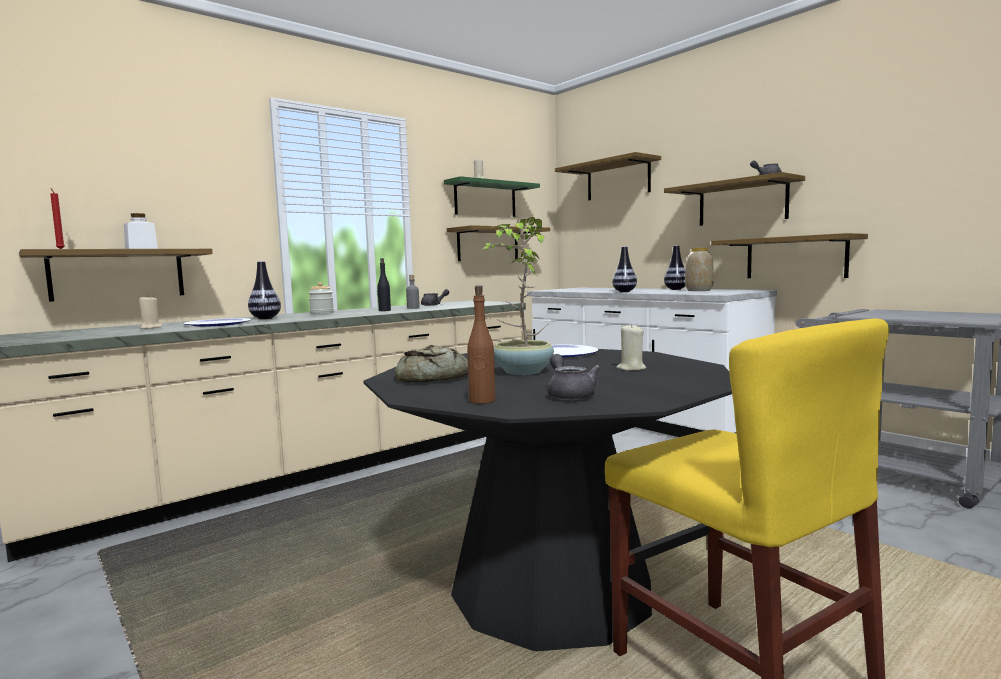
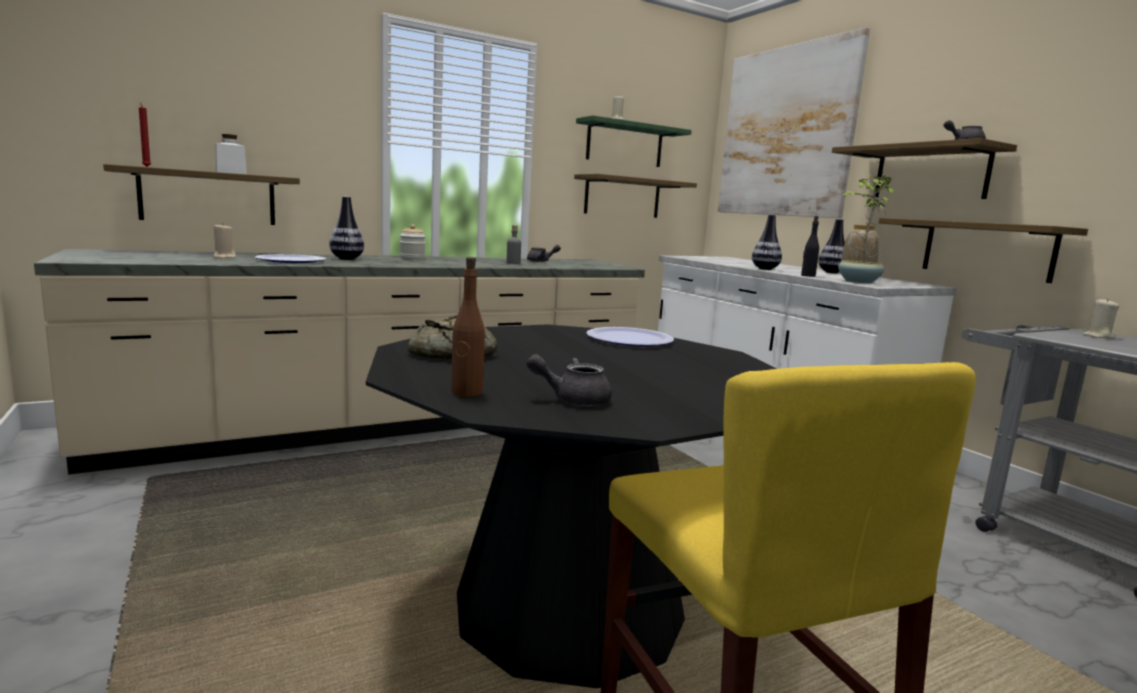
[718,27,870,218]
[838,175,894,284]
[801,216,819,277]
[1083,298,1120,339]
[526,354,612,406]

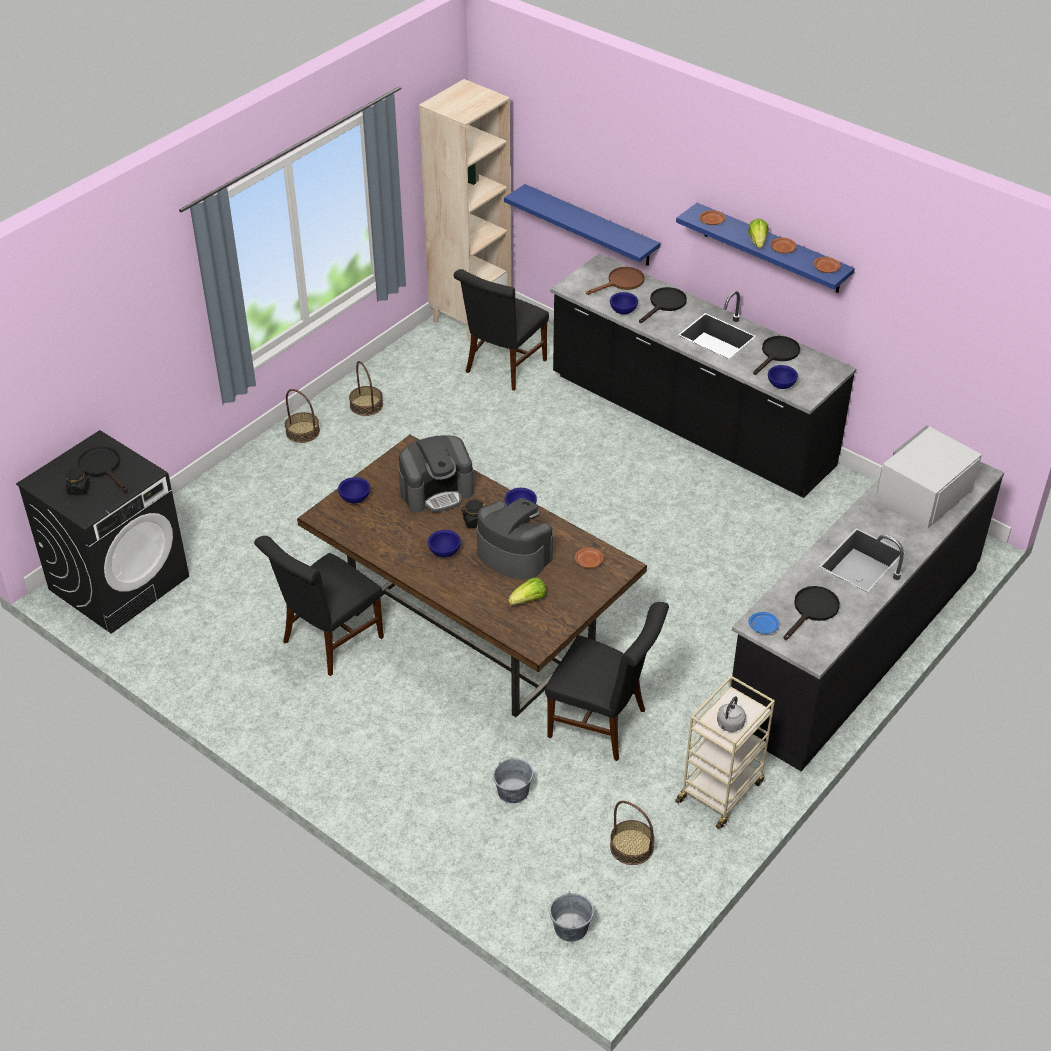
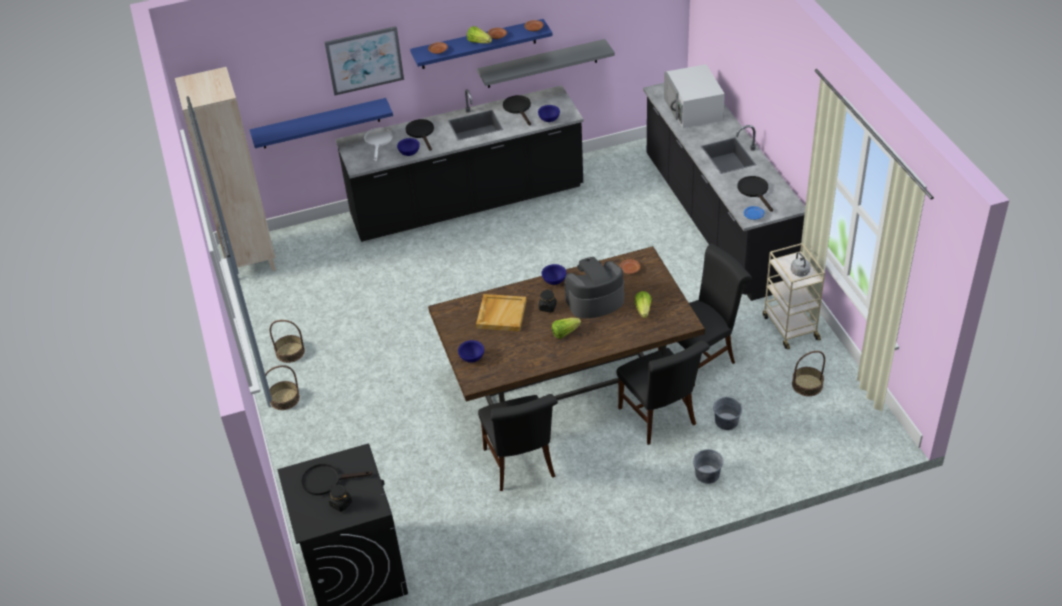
[364,128,392,162]
[617,341,710,445]
[476,294,526,331]
[552,318,581,339]
[693,449,723,484]
[324,26,404,96]
[477,39,615,88]

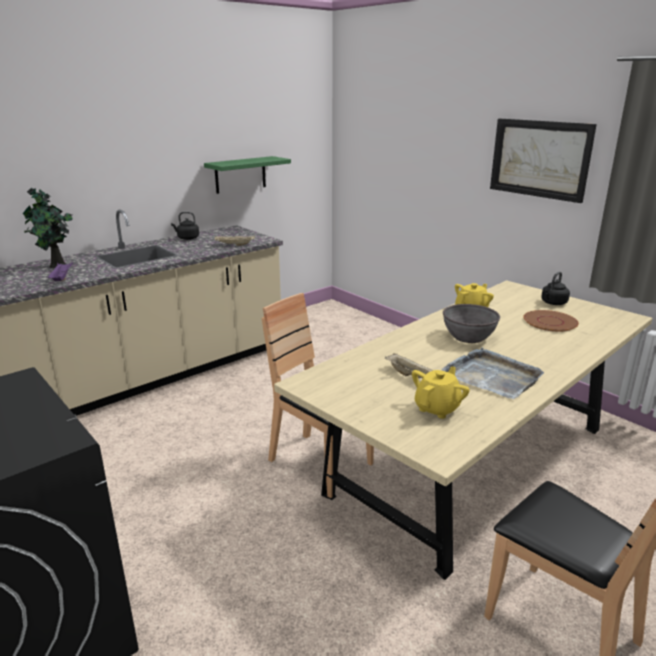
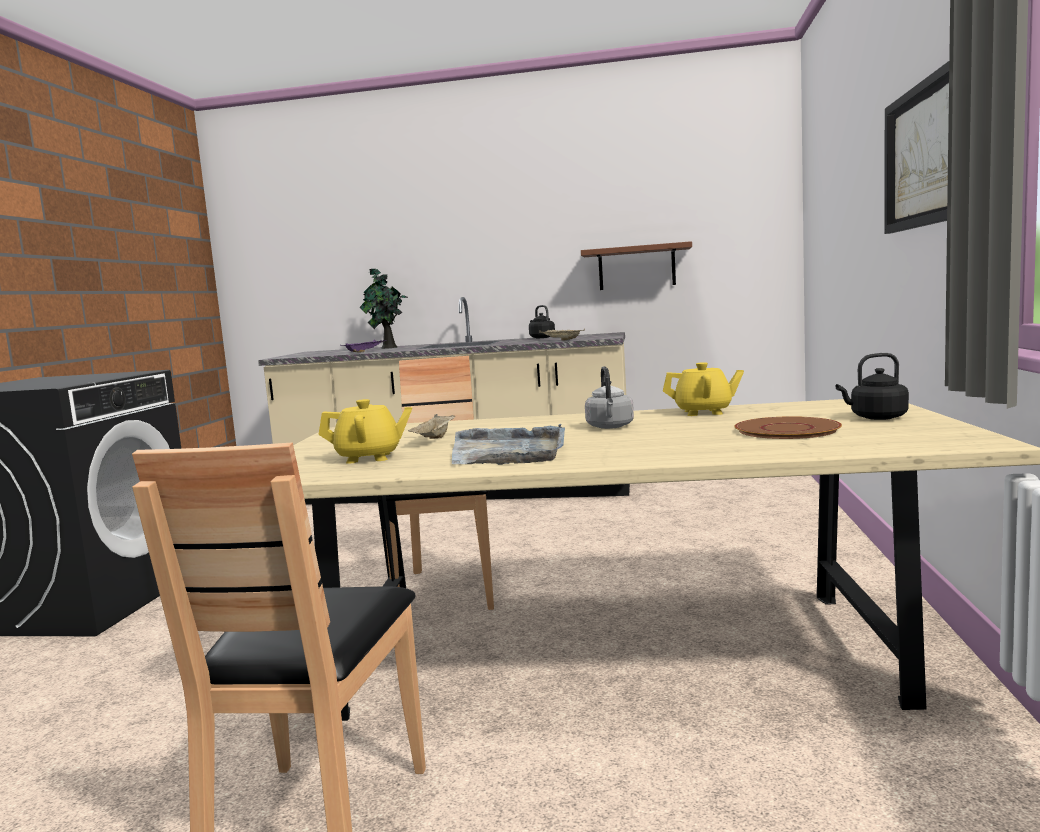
[581,241,692,290]
[585,366,634,429]

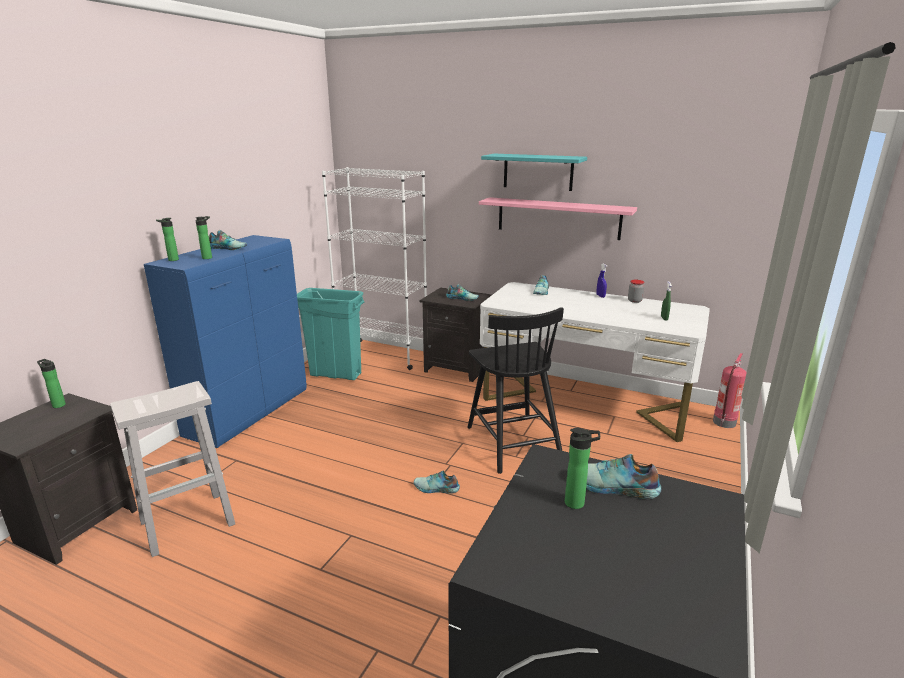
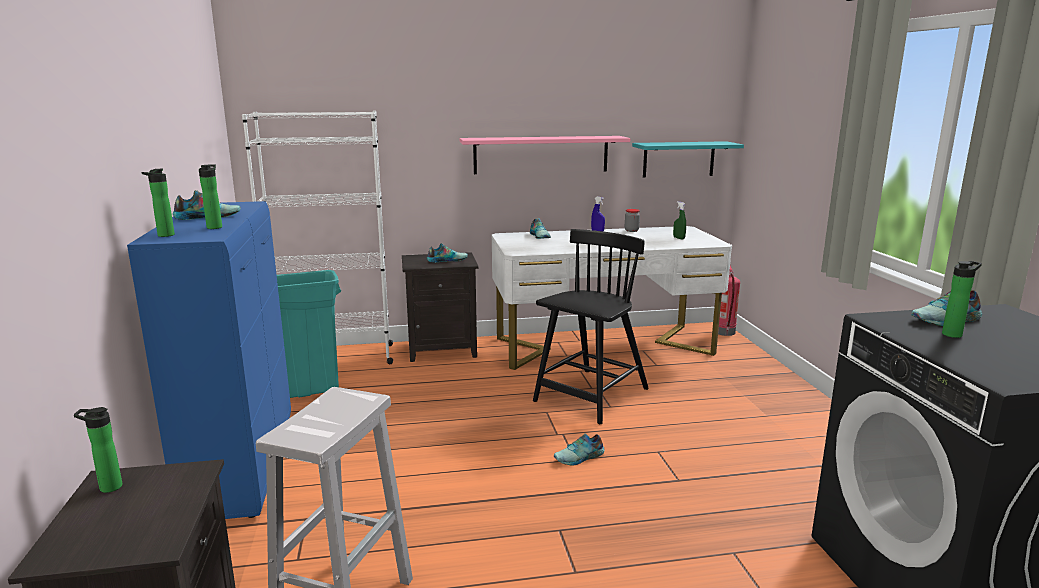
[632,141,744,178]
[533,229,649,424]

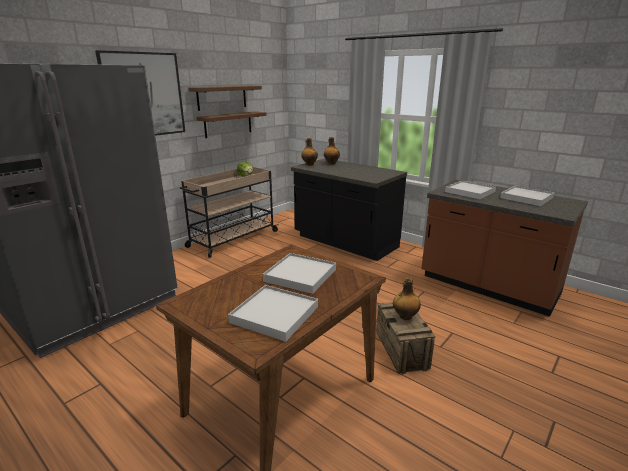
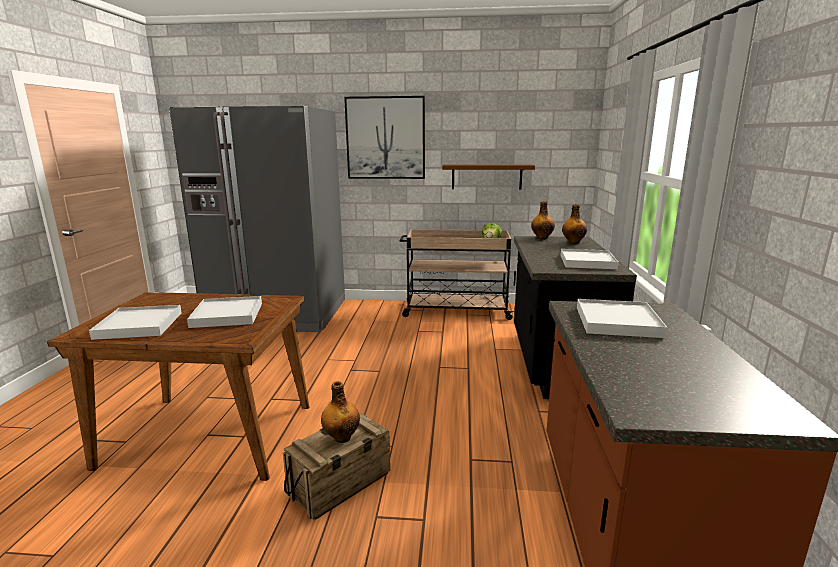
[188,86,262,111] (first image)
[560,249,619,269]

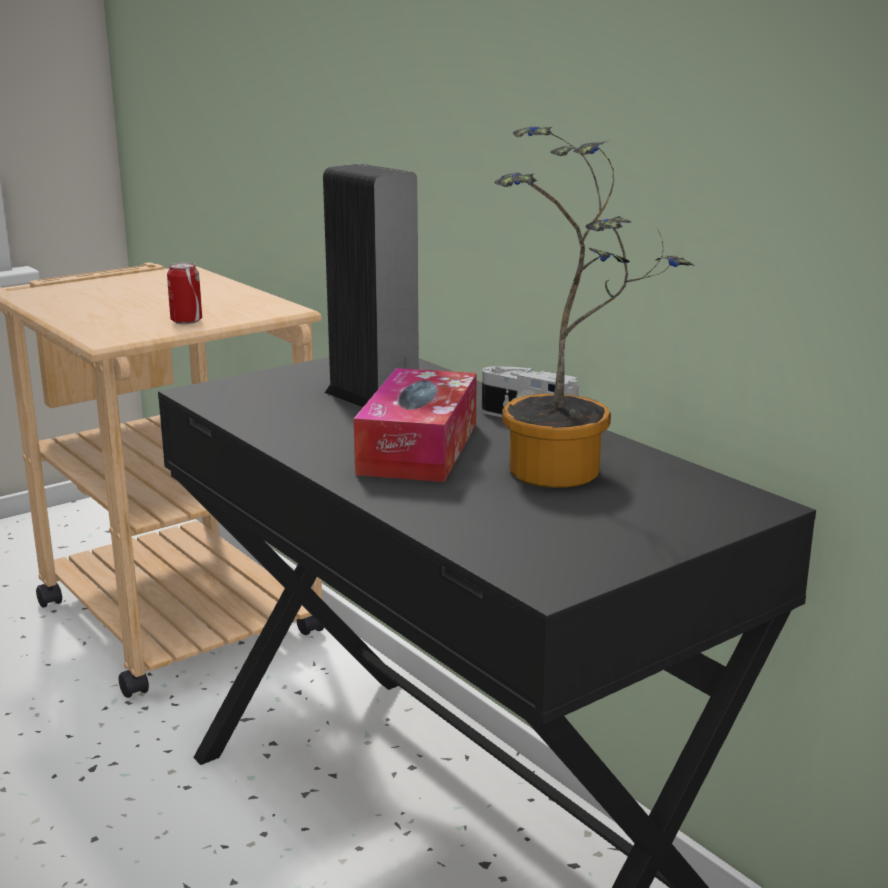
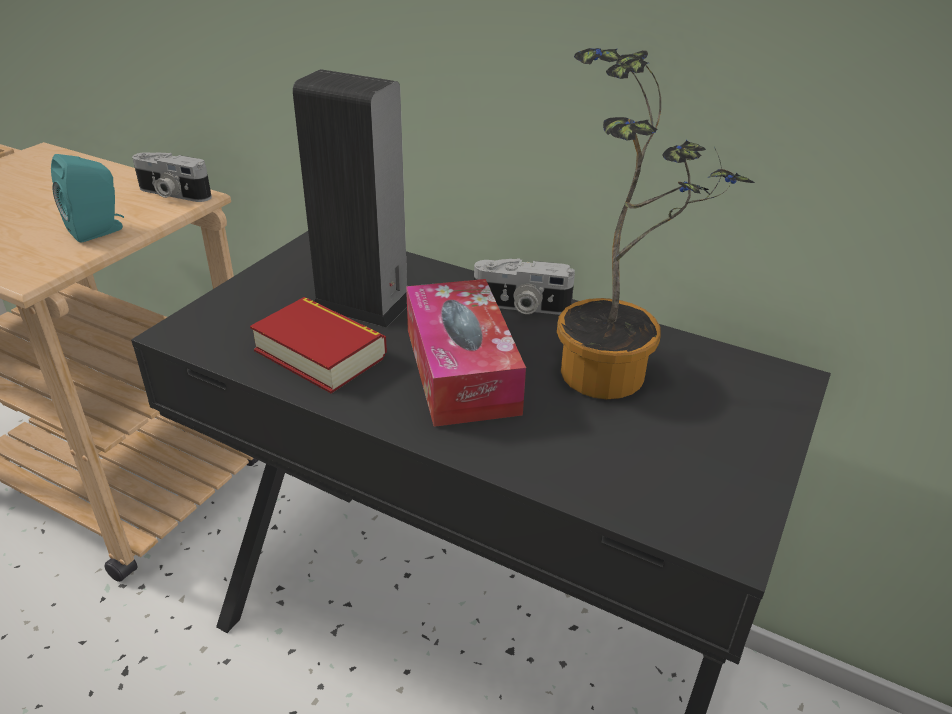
[51,154,124,243]
[132,152,212,202]
[250,297,387,393]

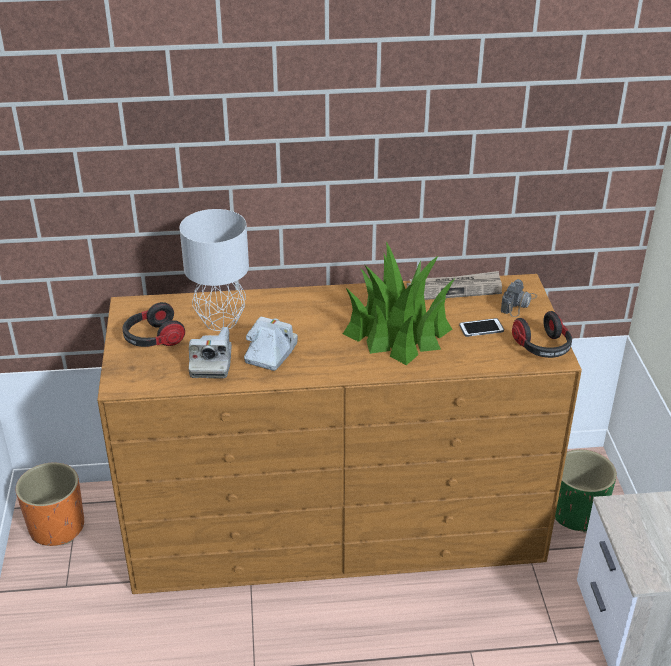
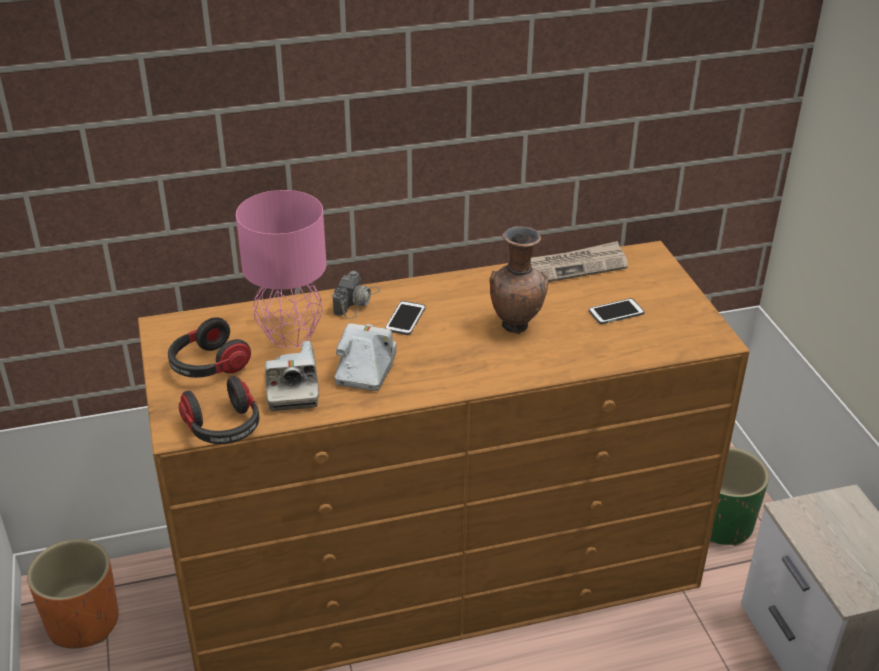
[236,190,326,348]
[490,226,549,334]
[333,271,380,319]
[179,376,259,444]
[385,301,425,335]

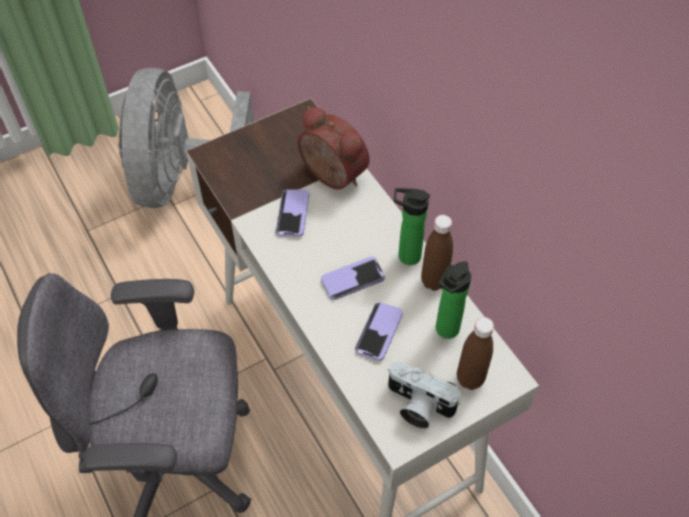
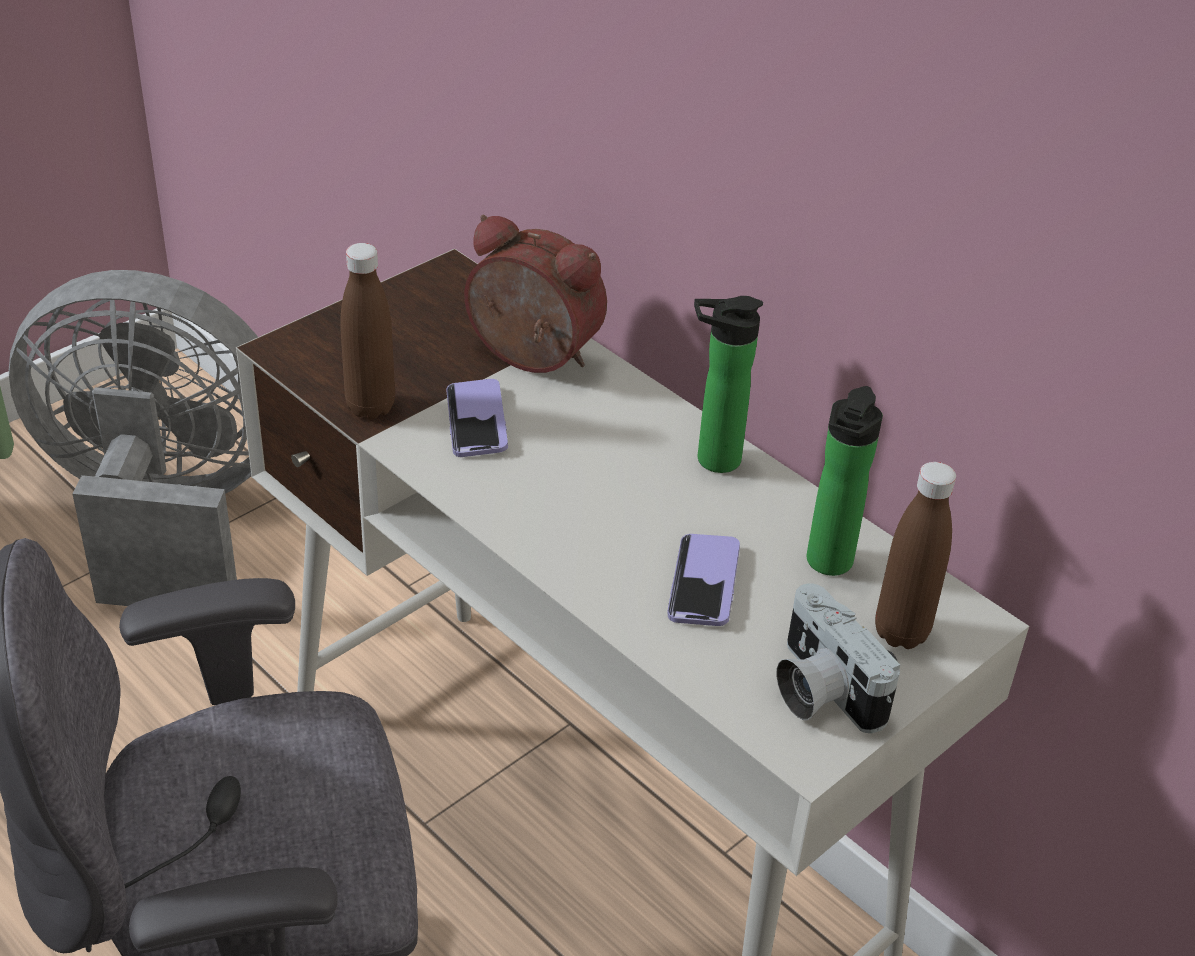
[9,270,258,606]
[340,243,395,419]
[321,257,385,300] (first image)
[776,583,900,733]

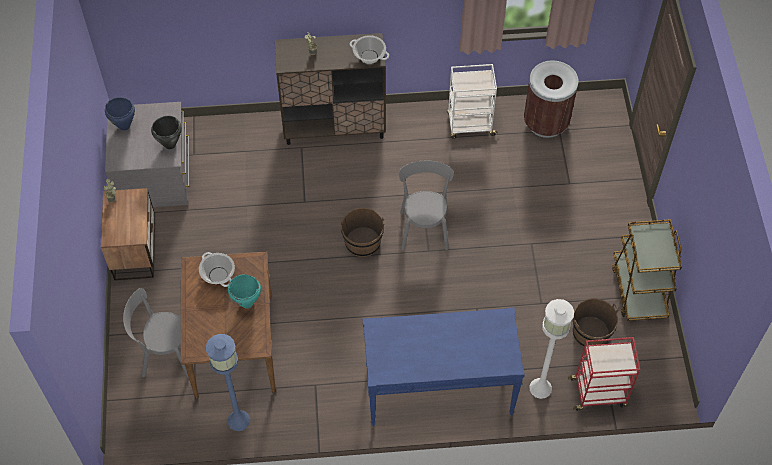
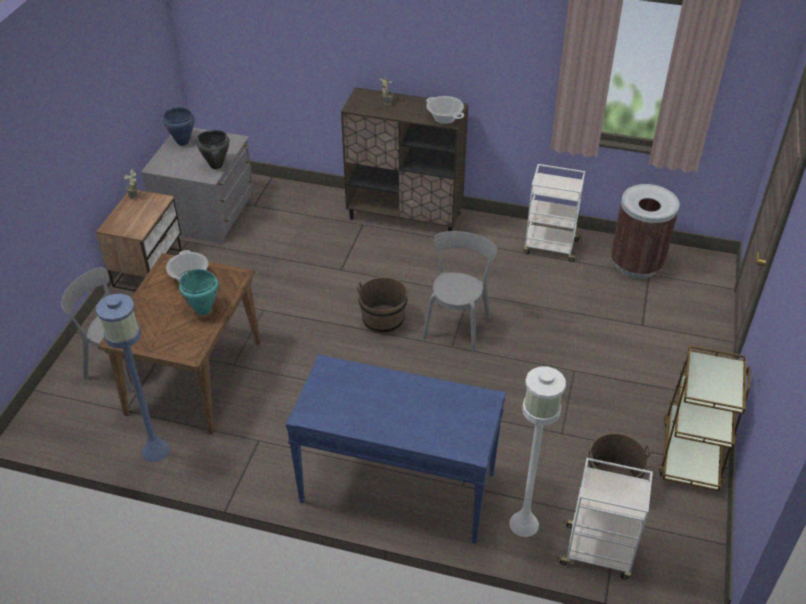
[556,458,653,579]

